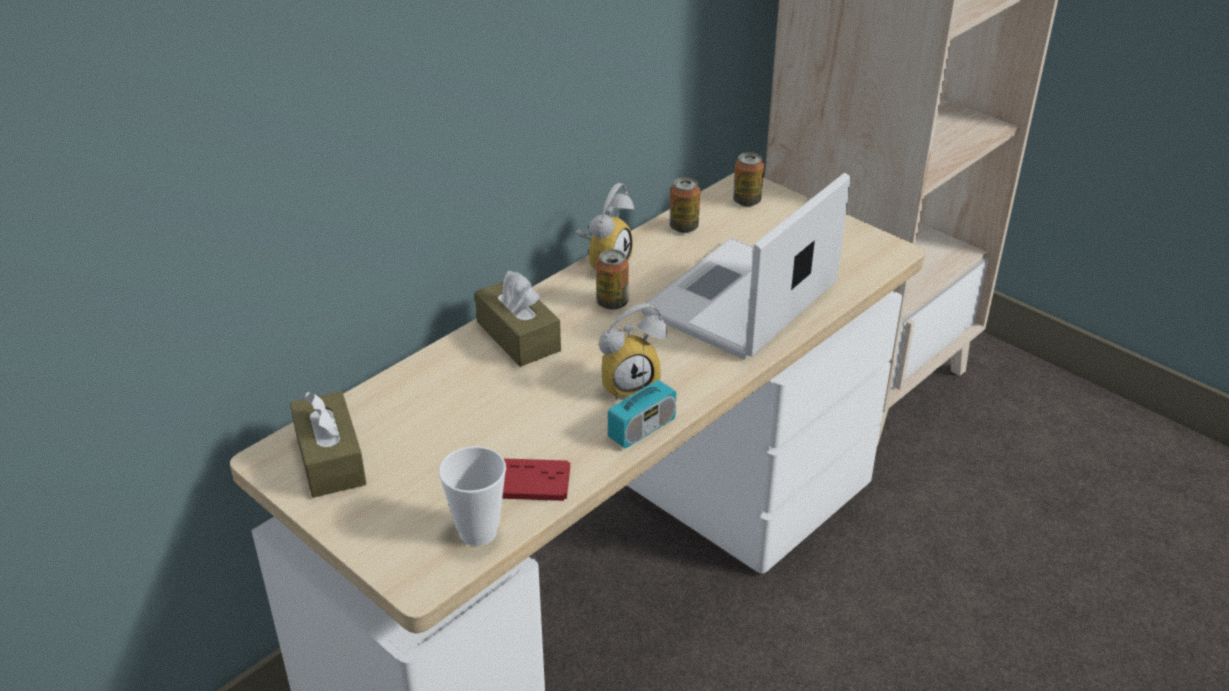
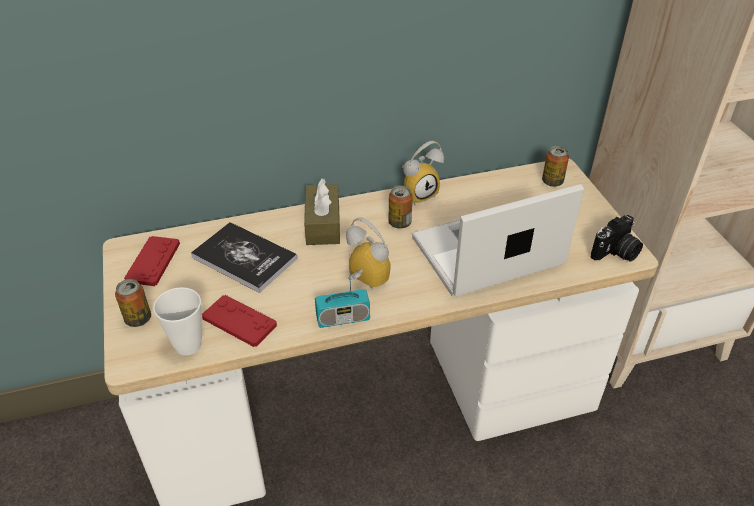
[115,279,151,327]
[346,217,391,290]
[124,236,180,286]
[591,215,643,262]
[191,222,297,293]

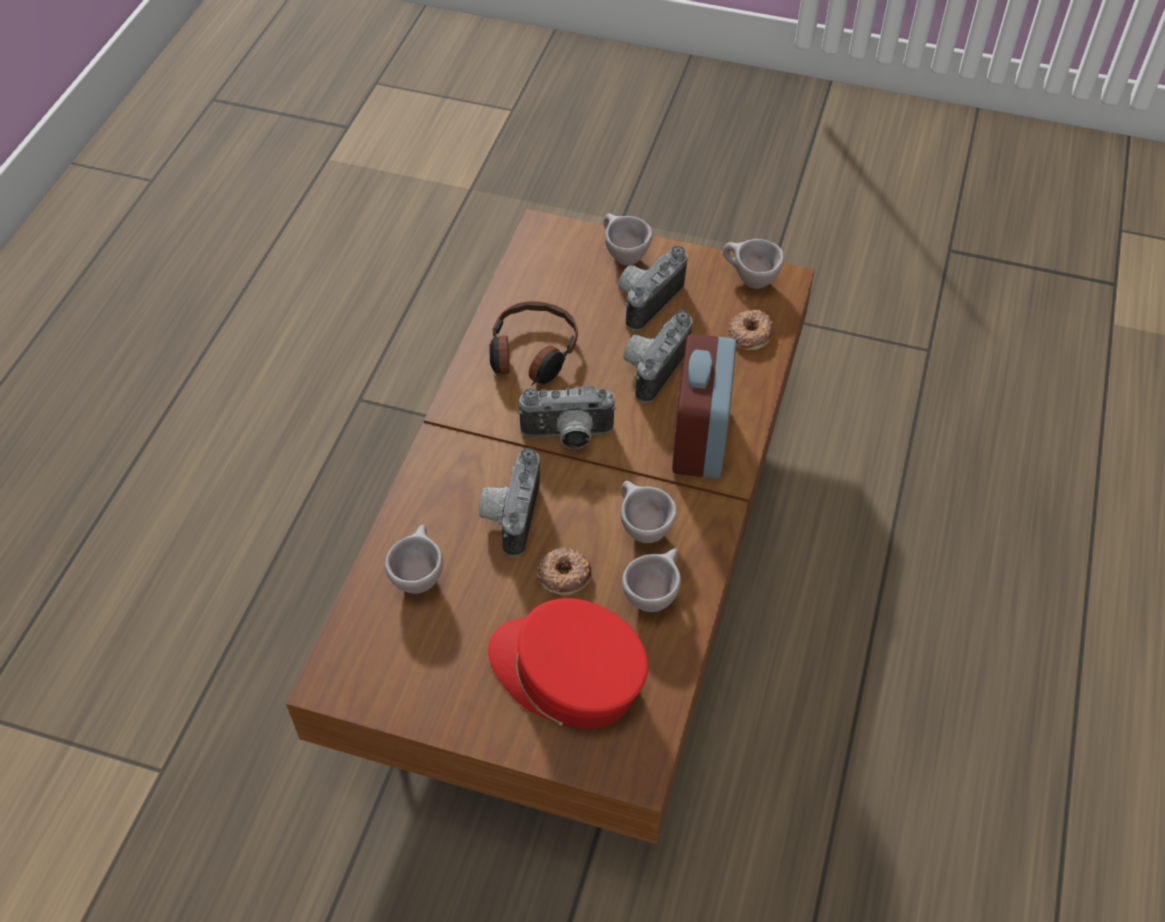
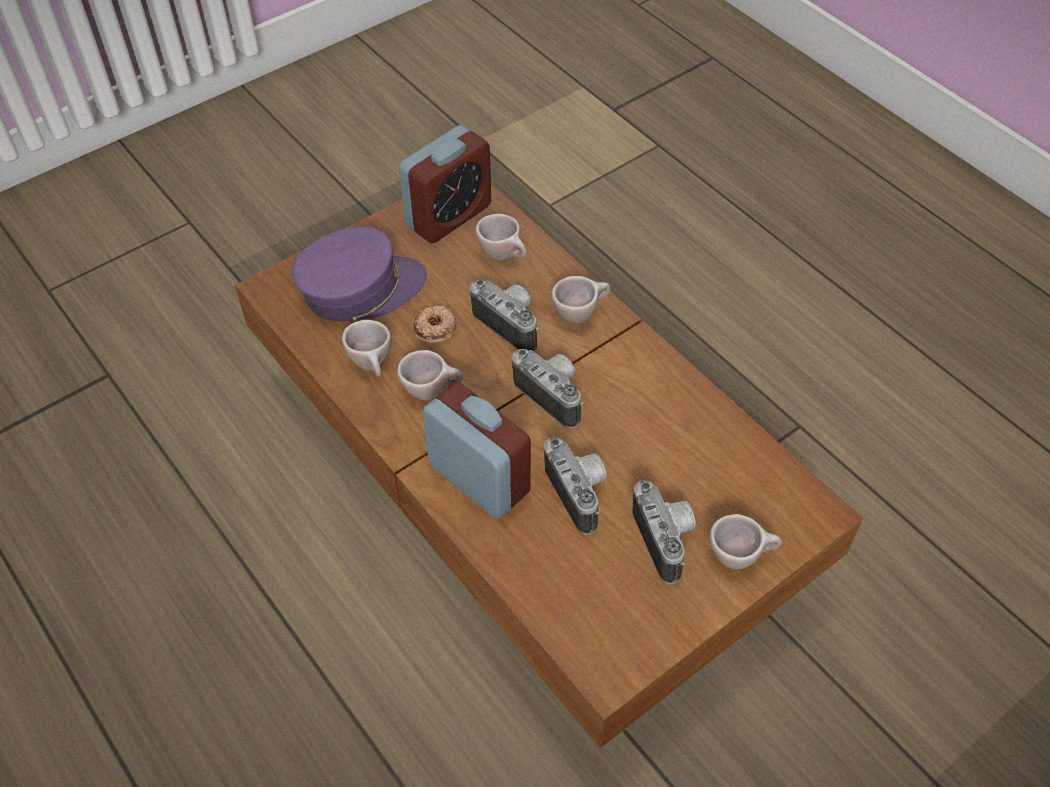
[551,276,611,323]
[489,301,578,386] (first image)
[729,310,774,350] (first image)
[512,349,584,429]
[292,227,427,321]
[399,125,491,243]

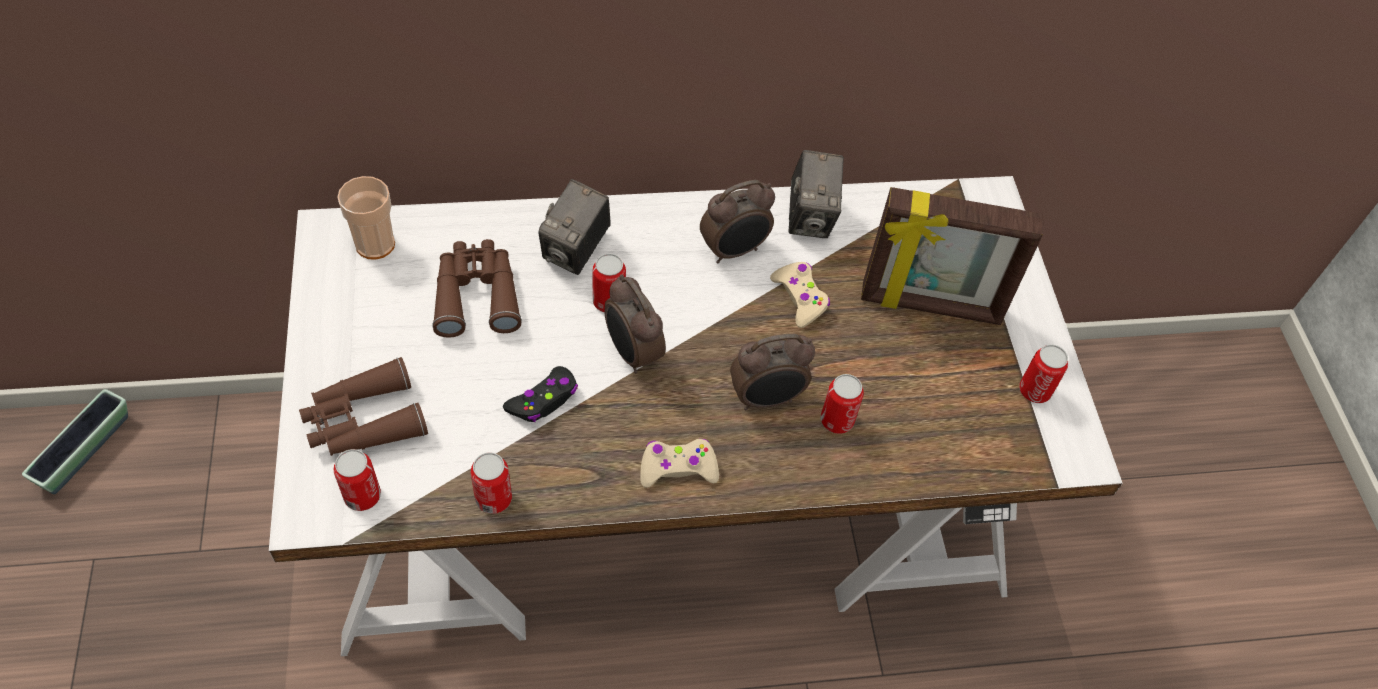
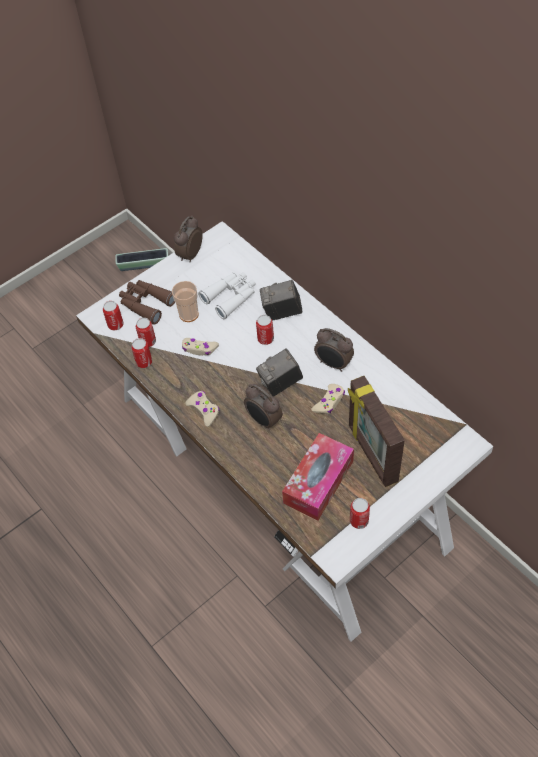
[256,349,303,397]
[172,281,199,322]
[198,272,256,319]
[174,215,203,263]
[182,338,219,356]
[136,318,156,347]
[282,433,354,520]

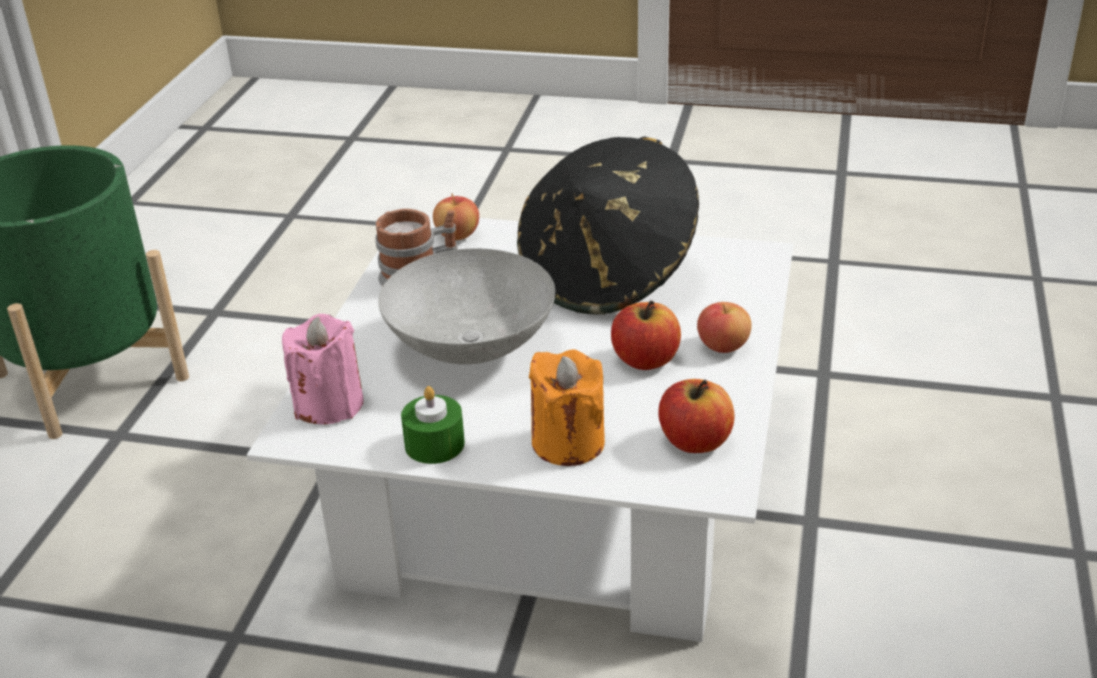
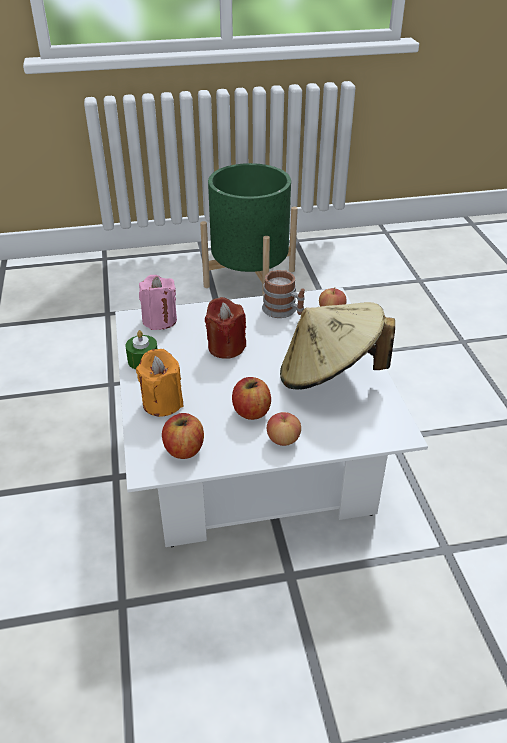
[280,302,395,390]
[205,297,246,359]

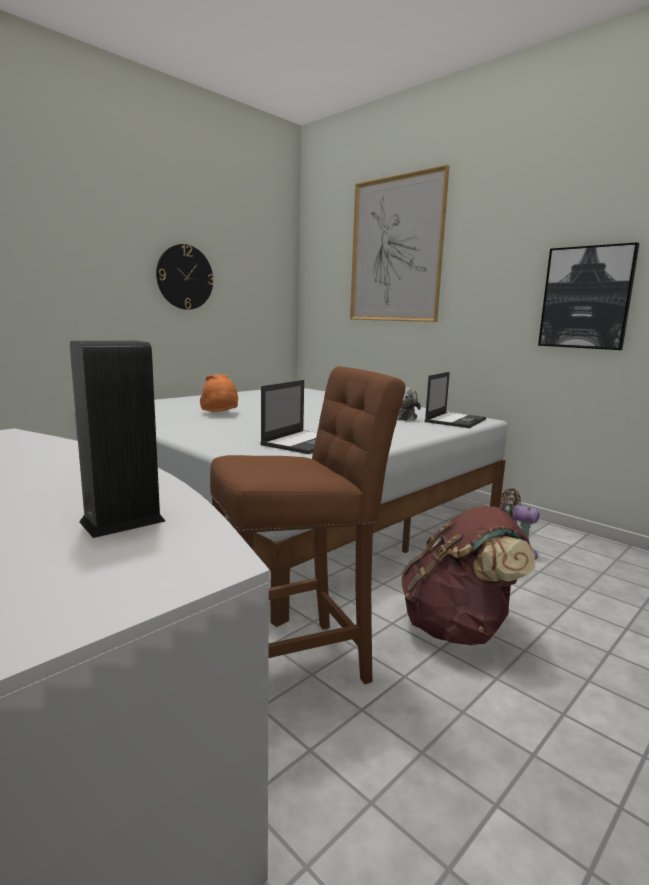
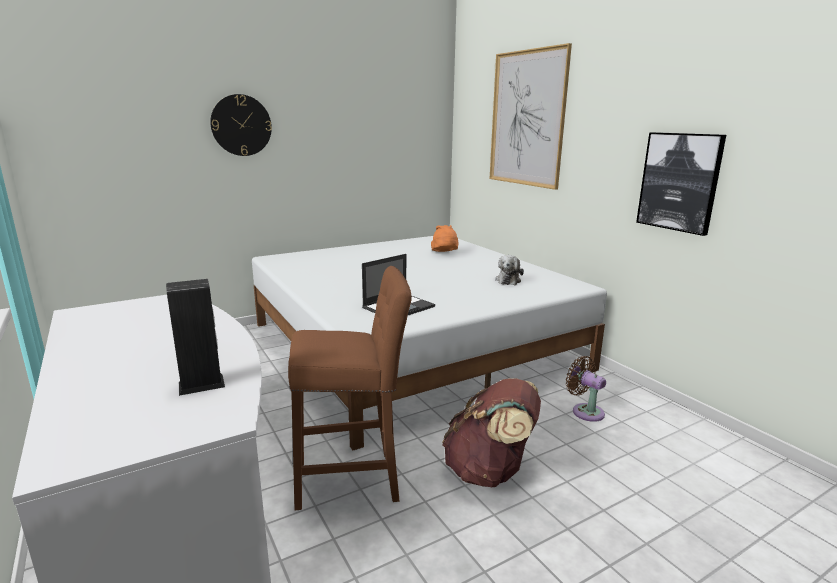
[210,94,272,156]
[425,372,486,428] (first image)
[431,225,459,252]

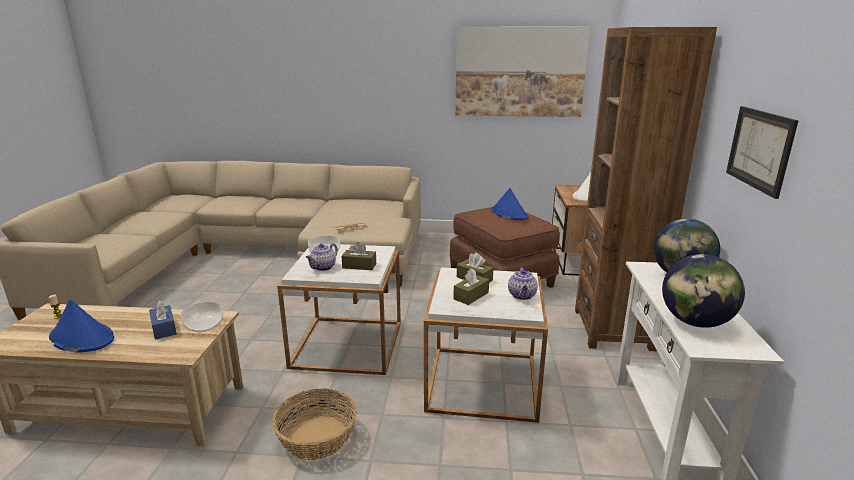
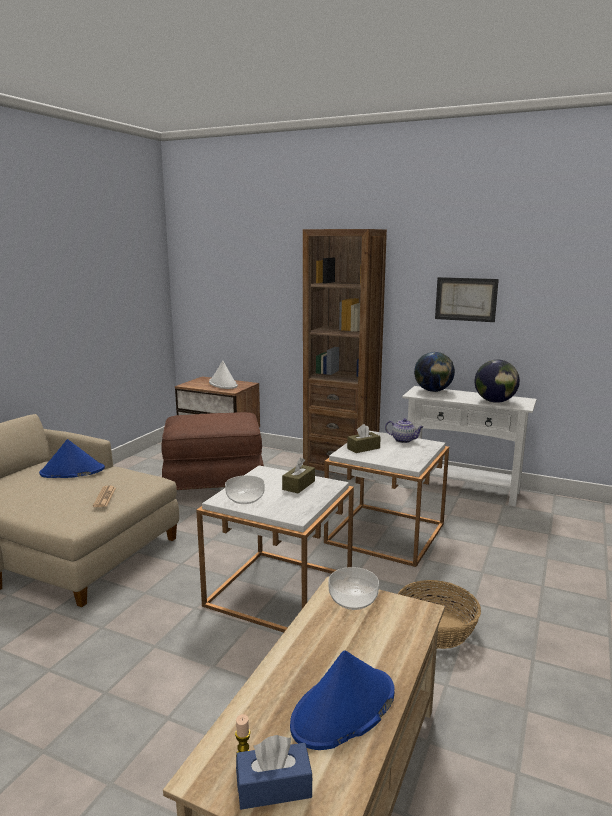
[455,26,590,117] (first image)
[39,439,105,478]
[306,243,338,271] (first image)
[453,268,489,305] (first image)
[236,735,313,810]

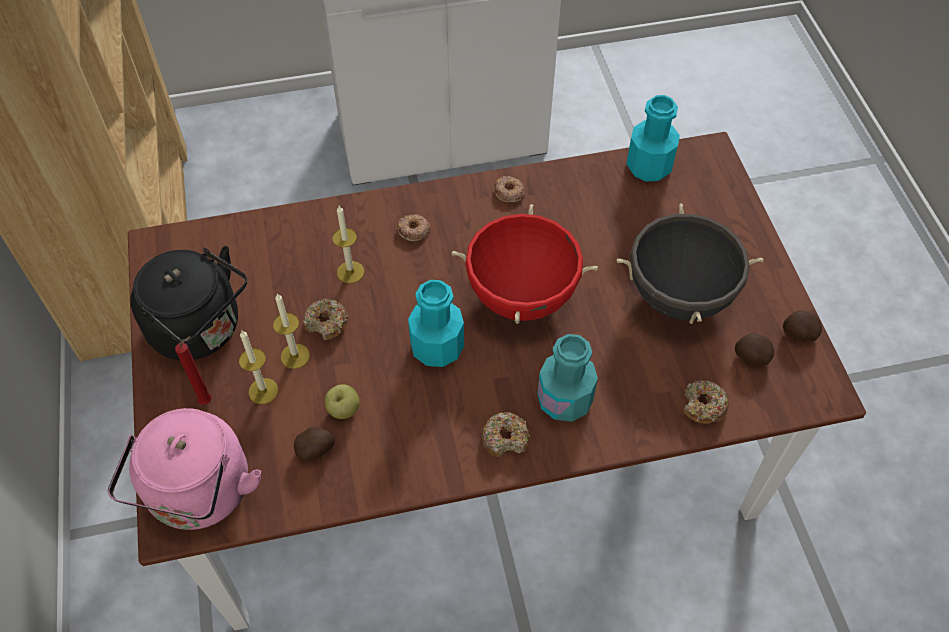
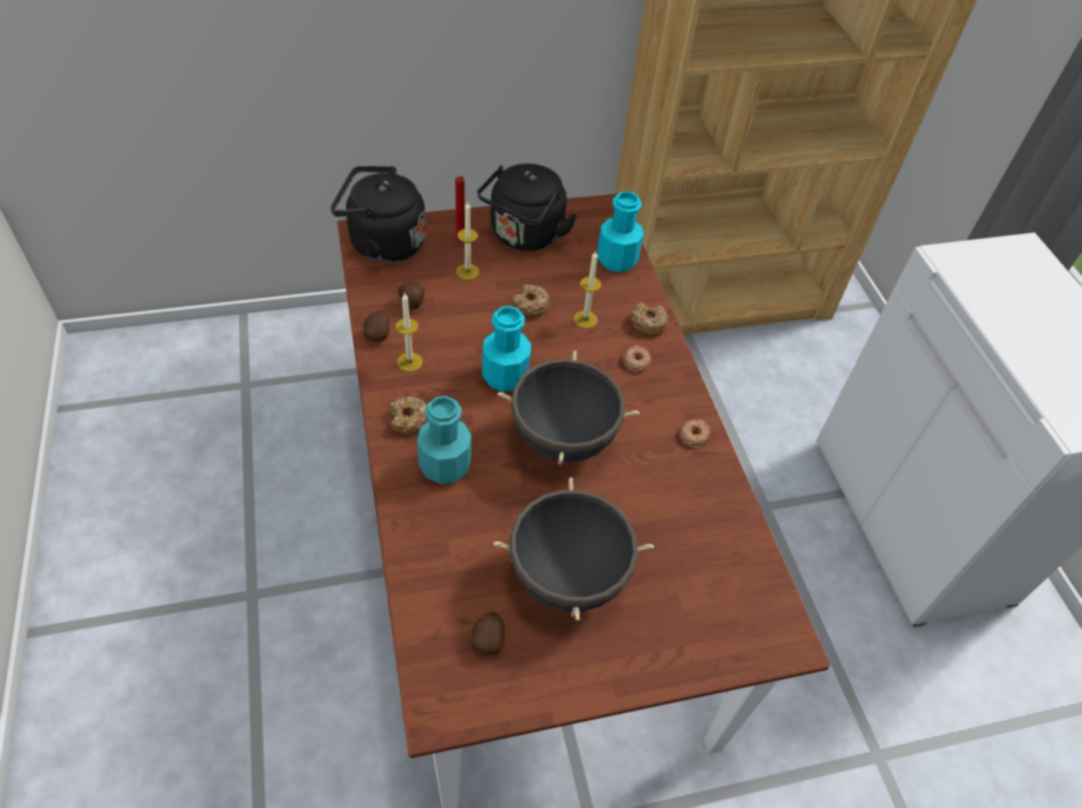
[597,191,644,272]
[498,351,639,465]
[396,292,423,372]
[364,310,390,342]
[631,302,668,335]
[325,384,360,419] (first image)
[330,166,426,263]

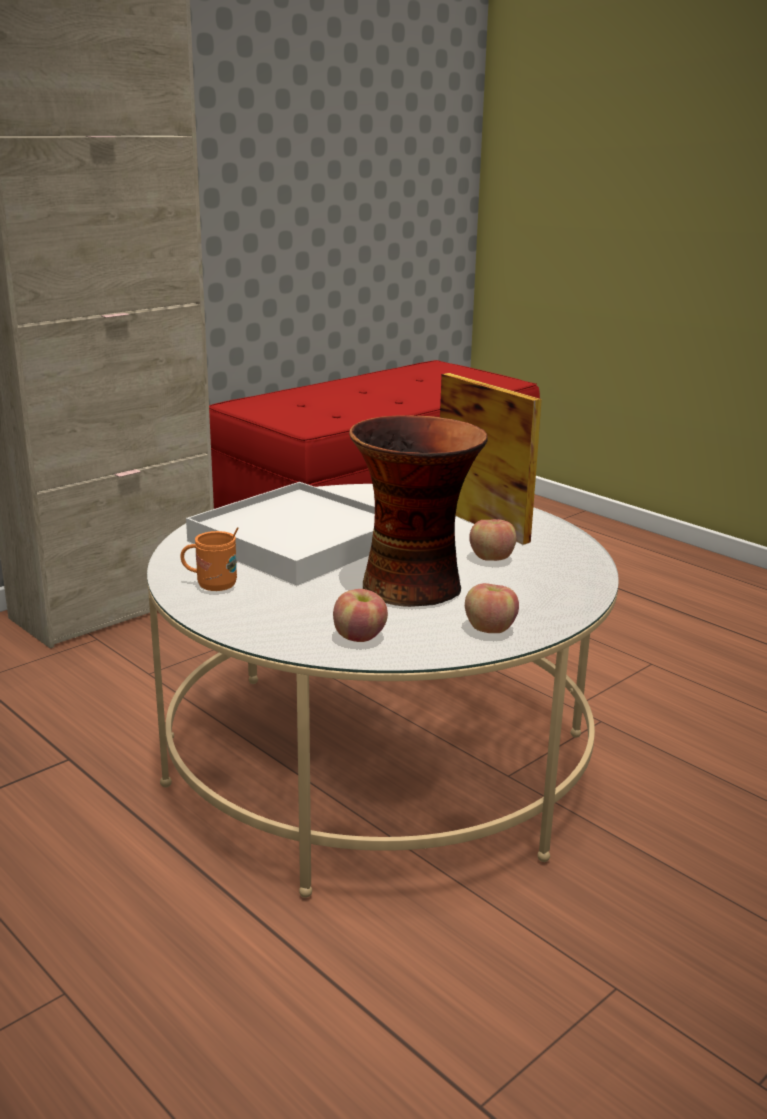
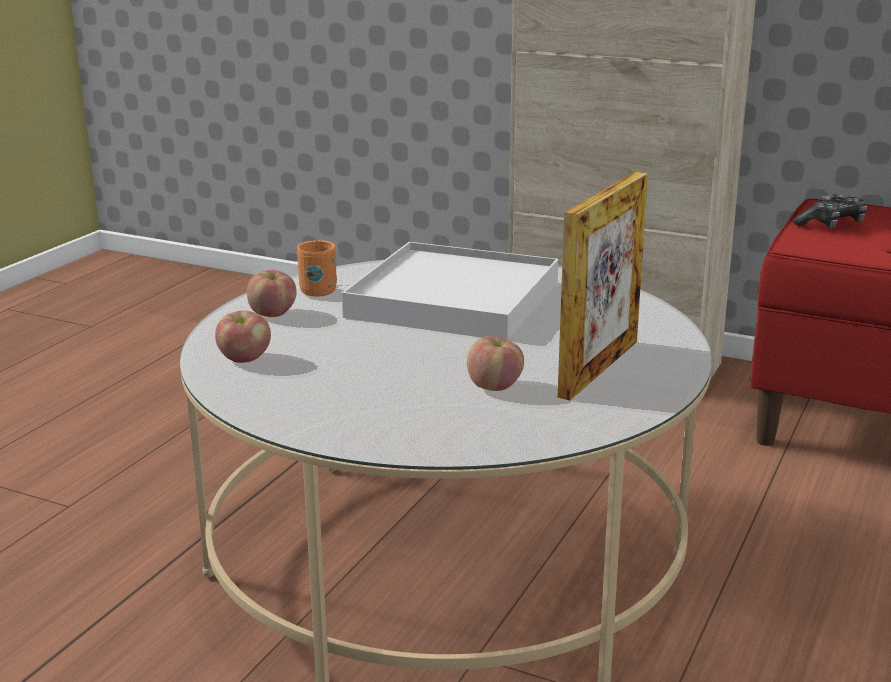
[349,415,488,607] (first image)
[247,270,297,317]
[793,193,867,228]

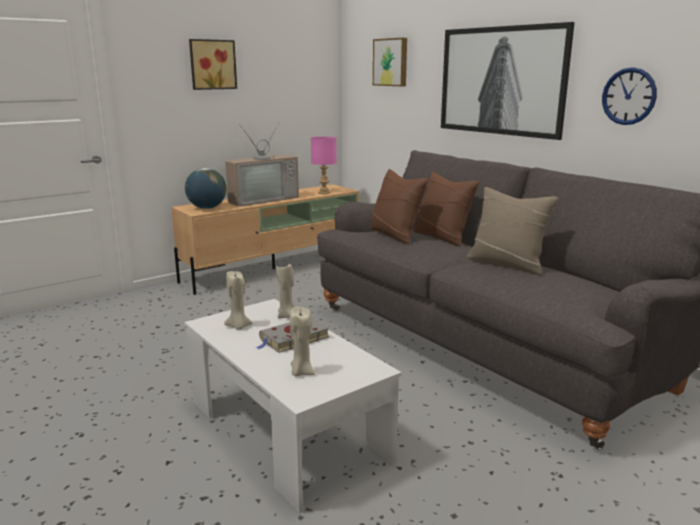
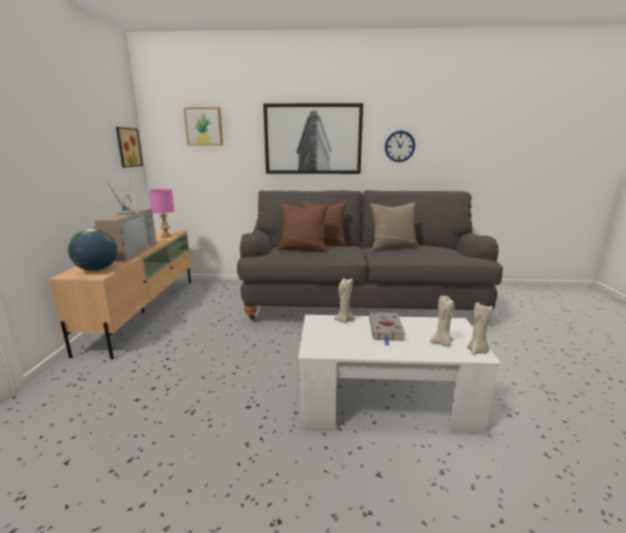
[116,127,143,168]
[467,302,493,355]

